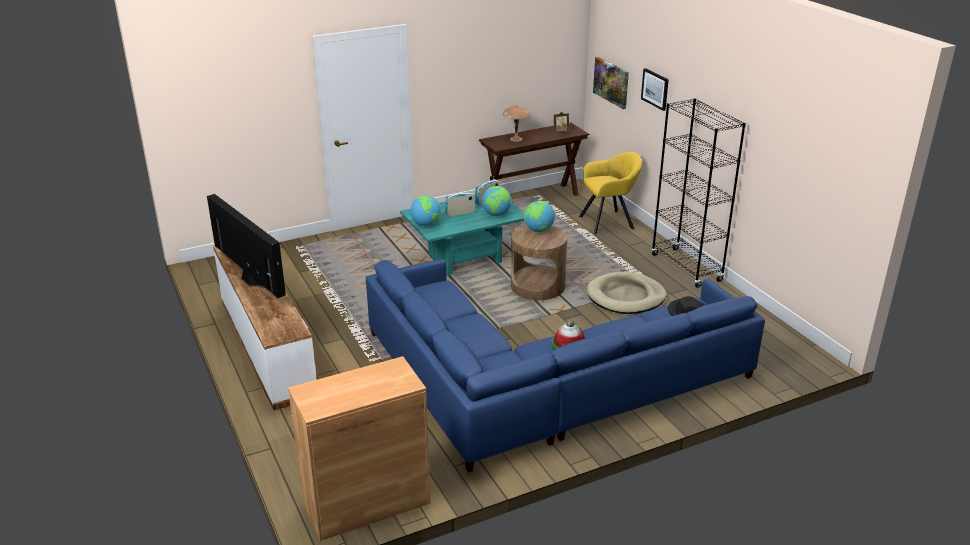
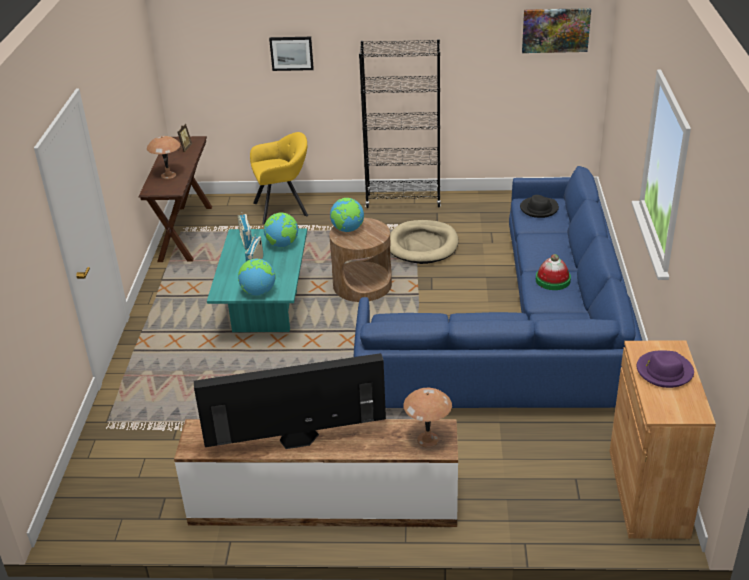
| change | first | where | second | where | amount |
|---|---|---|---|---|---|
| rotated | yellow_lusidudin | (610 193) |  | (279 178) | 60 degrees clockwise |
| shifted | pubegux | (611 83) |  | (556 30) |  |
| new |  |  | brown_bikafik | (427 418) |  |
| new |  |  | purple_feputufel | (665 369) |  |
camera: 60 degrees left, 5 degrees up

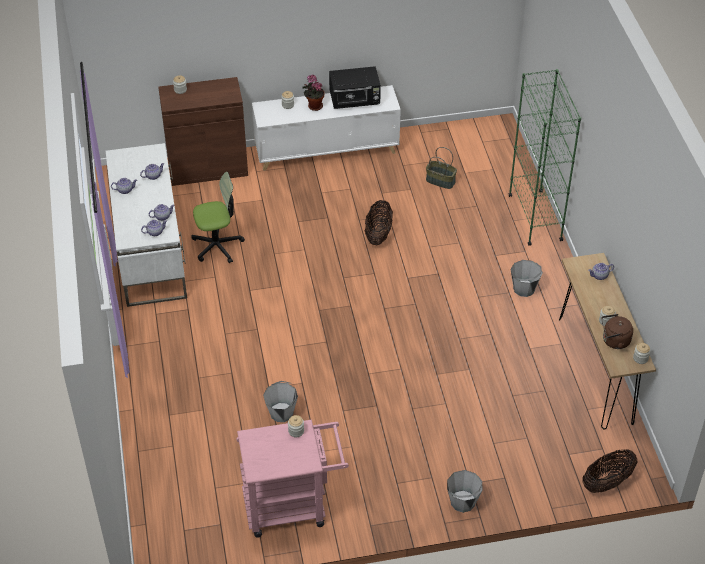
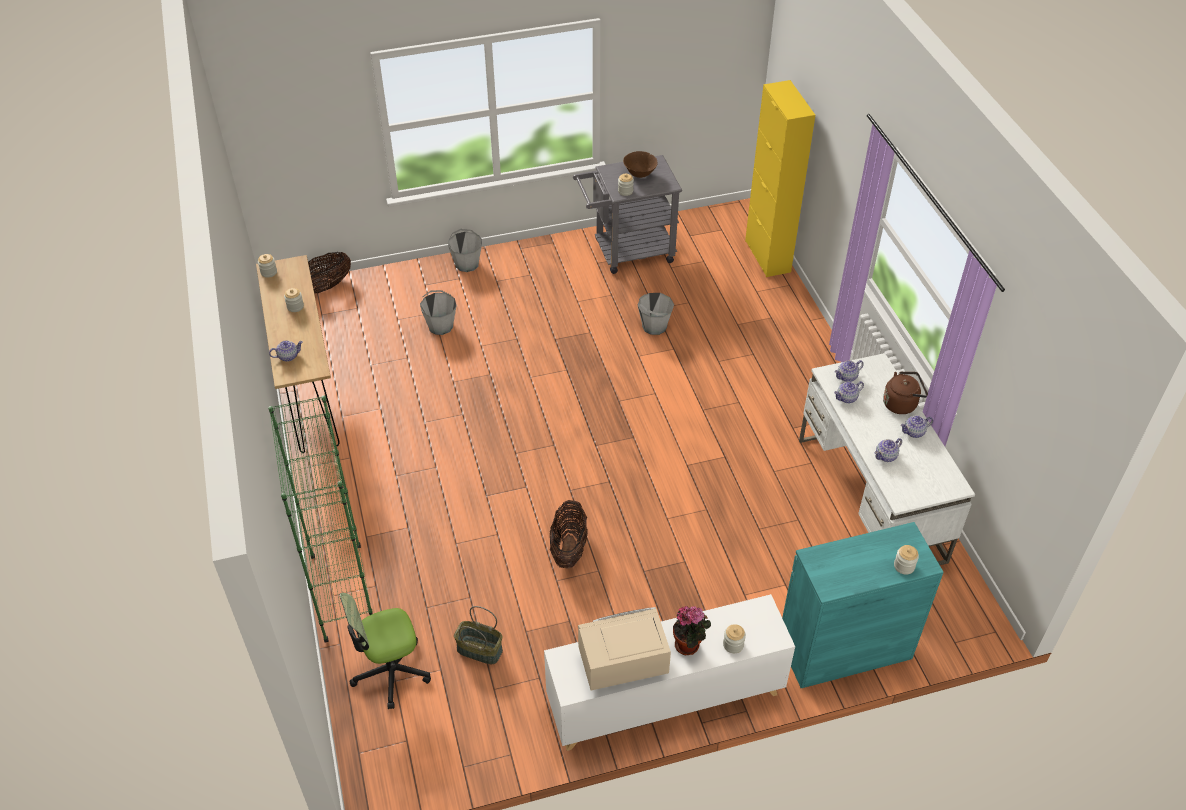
| change | first | where | second | where | amount |
|---|---|---|---|---|---|
| repainted | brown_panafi | (203 131) | turquoise_panafi | (863 605) |  |
| shifted | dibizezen | (218 217) |  | (385 651) |  |
| repainted | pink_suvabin | (292 479) | grey_suvabin | (627 214) |  |
| repainted | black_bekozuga | (355 87) | beige_bekozuga | (624 649) |  |
| shifted | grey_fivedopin | (526 278) |  | (438 312) |  |
| shifted | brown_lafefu | (617 331) |  | (905 392) |  |
| new |  |  | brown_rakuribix | (640 164) |  |
| new |  |  | yellow_panafi | (780 178) |  |
camera: 175 degrees right, 0 degrees up

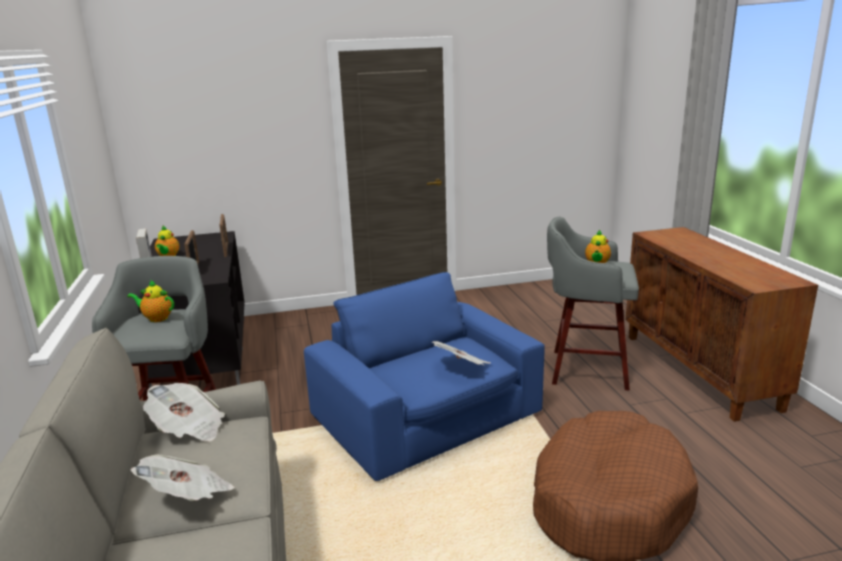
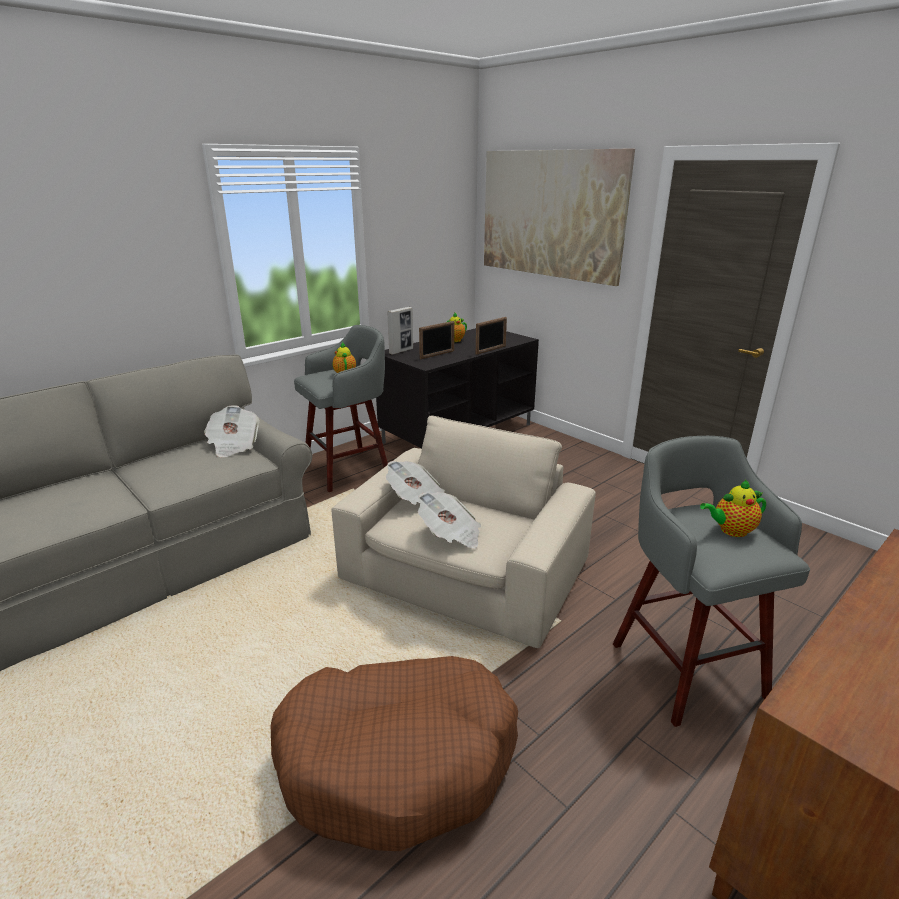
| change | first | where | second | where | amount |
|---|---|---|---|---|---|
| shifted | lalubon | (182 477) |  | (415 483) |  |
| repainted | blue_lusidudin | (424 376) | beige_lusidudin | (463 532) |  |
| new |  |  | pubegux | (559 217) |  |
camera: 60 degrees right, 5 degrees up

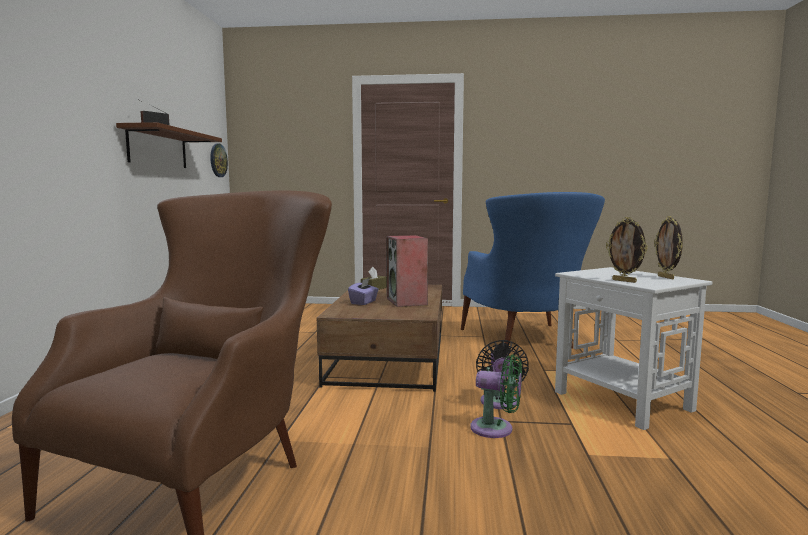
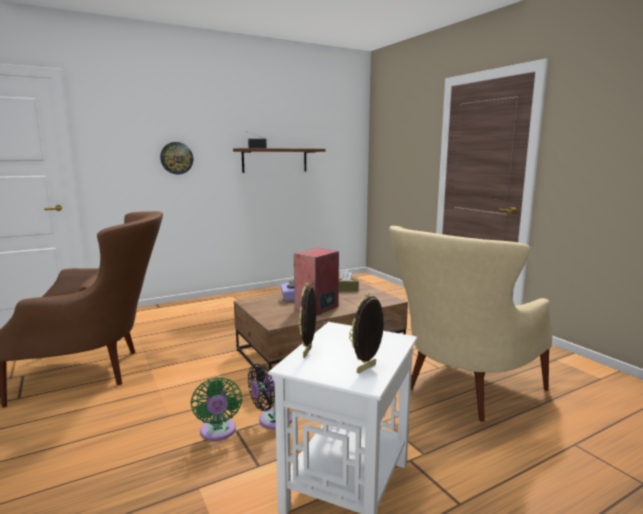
| change | first | where | second | where | amount |
|---|---|---|---|---|---|
| shifted | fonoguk | (219 160) |  | (176 158) |  |
| repainted | blue_lusidudin | (533 270) | beige_lusidudin | (471 324) |  |
camera: 55 degrees right, 5 degrees up

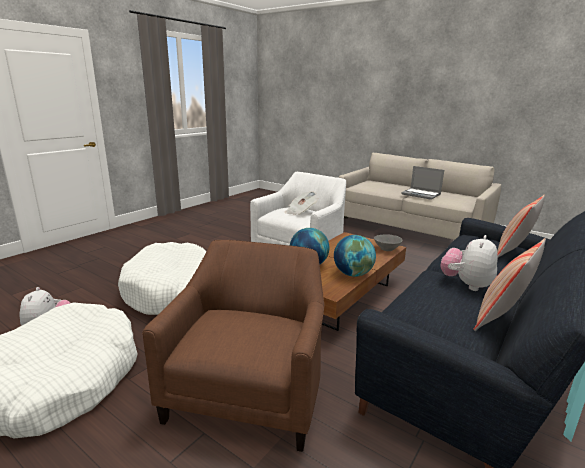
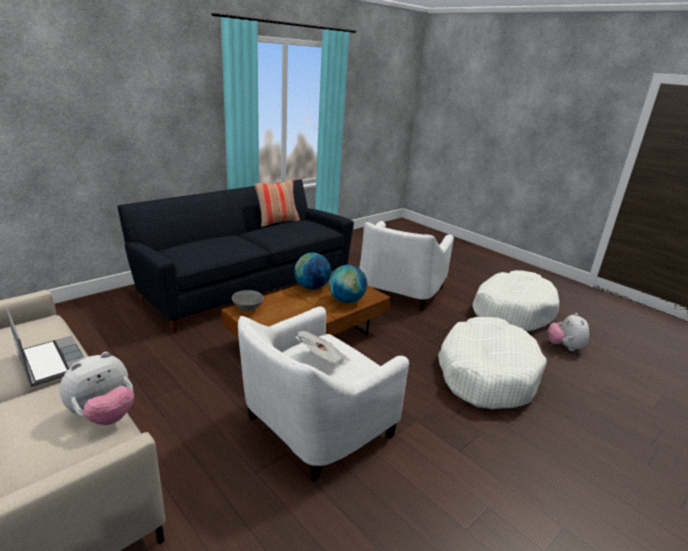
| change | first | where | second | where | amount |
|---|---|---|---|---|---|
| repainted | brown_lusidudin | (233 346) | white_lusidudin | (406 266) |  |
| shifted | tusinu | (469 263) |  | (97 388) |  |
| gone | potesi | (521 226) |  |  |  |
camera: 170 degrees left, 5 degrees up

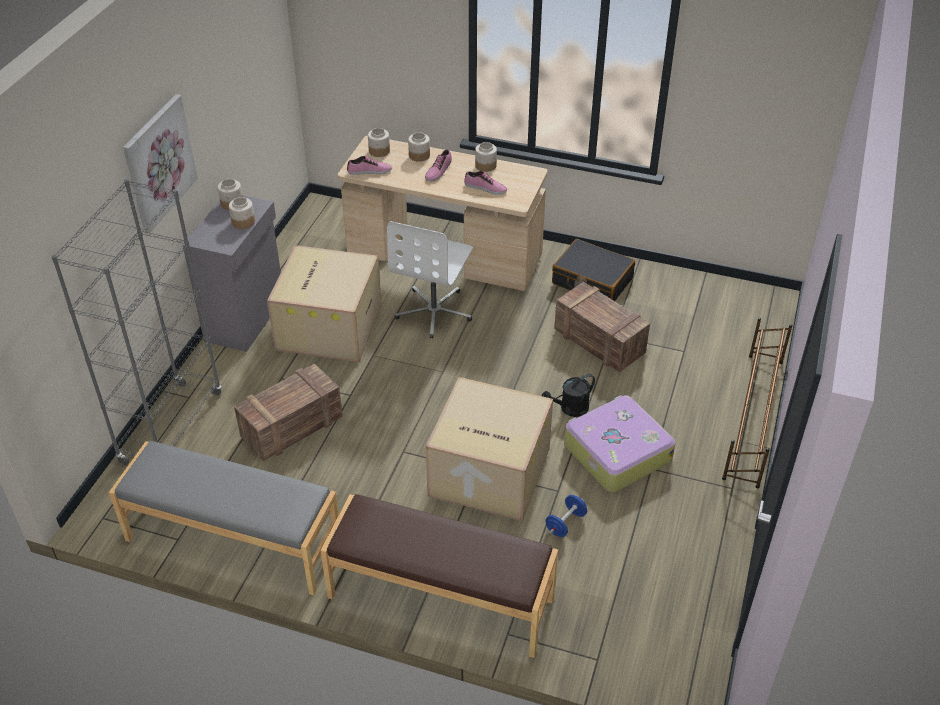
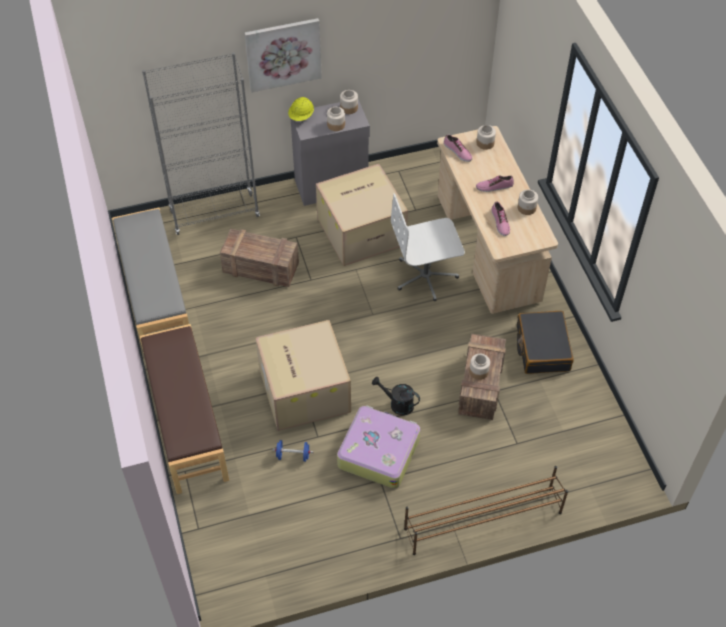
| change | first | where | second | where | amount |
|---|---|---|---|---|---|
| shifted | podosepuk | (419 147) |  | (479 367) |  |
| new |  |  | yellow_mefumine | (301 109) |  |
camera: 55 degrees right, 10 degrees up

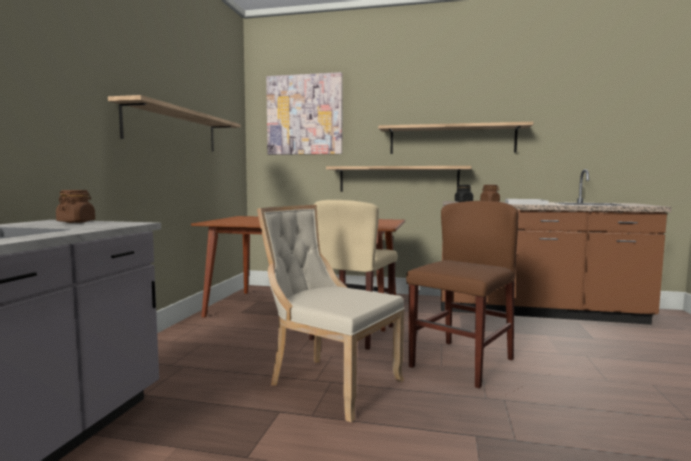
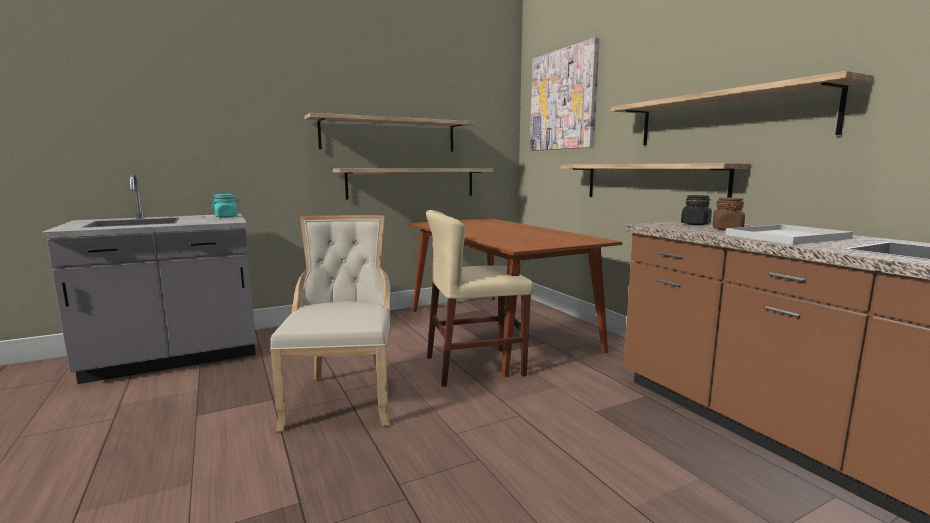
| change | first | where | second | where | amount |
|---|---|---|---|---|---|
| repainted | brown_podosepuk | (75 206) | turquoise_podosepuk | (225 206) |  |
| gone | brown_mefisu | (462 295) |  |  |  |
| new |  |  | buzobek | (413 184) |  |
camera: 50 degrees right, 5 degrees up

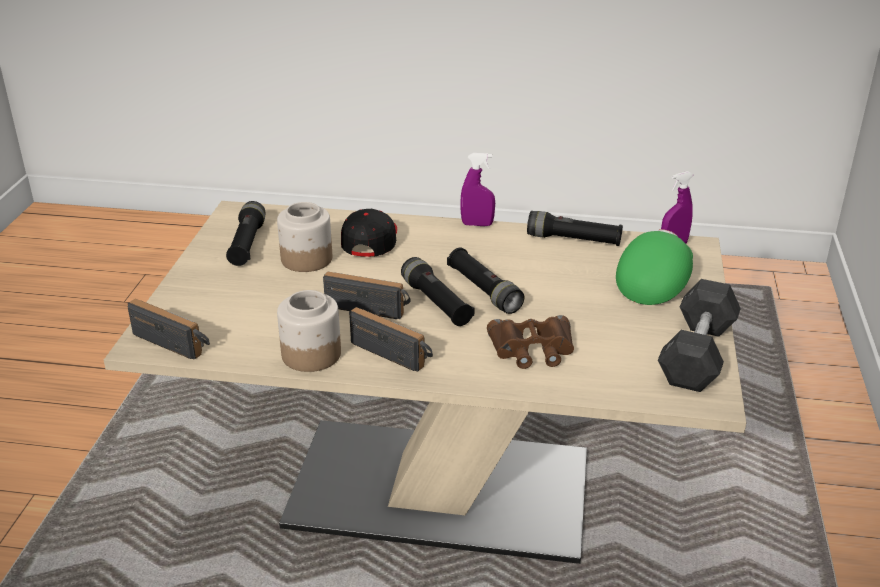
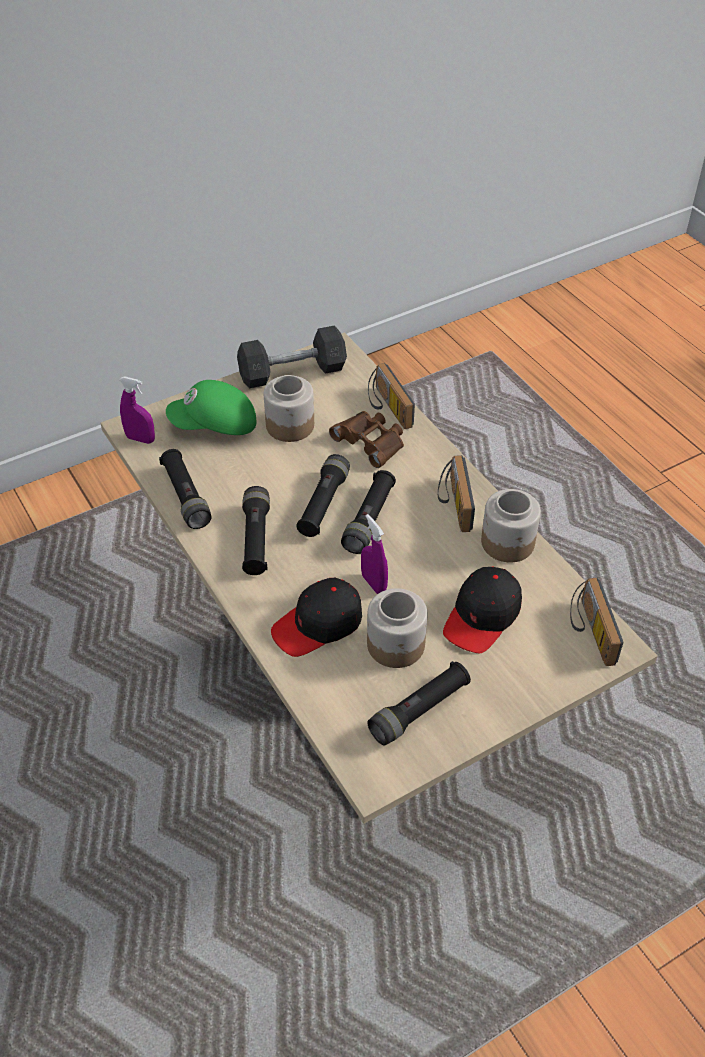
| change | first | where | second | where | amount |
|---|---|---|---|---|---|
| shifted | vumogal | (367 295) |  | (391 396) |  |
| shifted | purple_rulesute | (477 189) |  | (374 554) |  |
| new |  |  | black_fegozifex | (256 530) |  |
| new |  |  | podosepuk | (289 408) |  |
| new |  |  | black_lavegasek | (482 609) |  |
camera: 130 degrees left, 15 degrees up

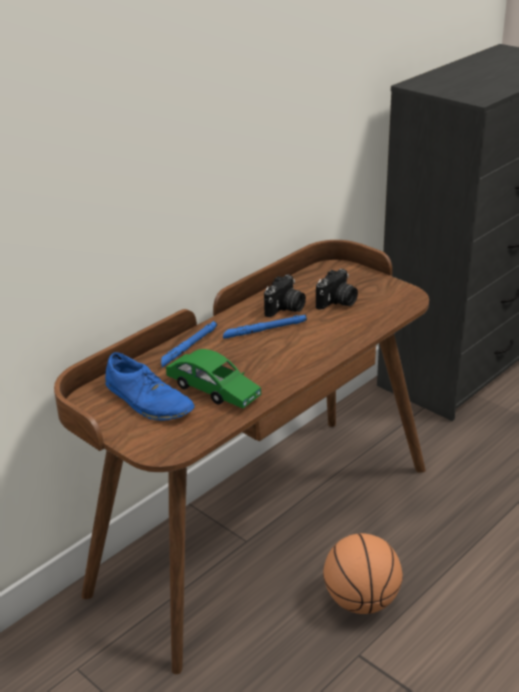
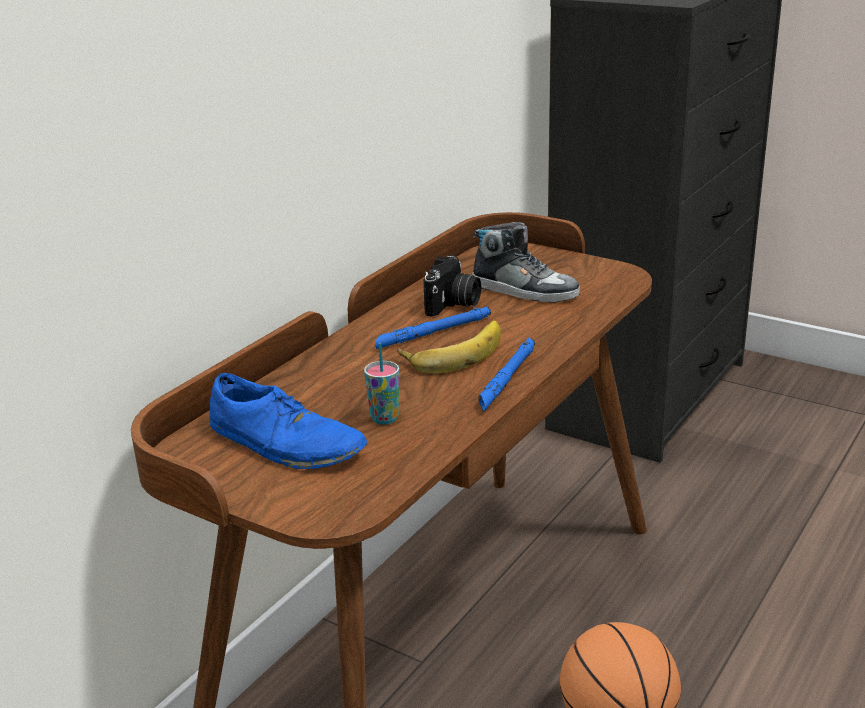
| change | first | where | second | where | amount |
|---|---|---|---|---|---|
| shifted | blue_fegozifex | (189 344) |  | (506 375) |  |
| swapped | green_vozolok | (213 379) | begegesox | (381 384) |  |
| swapped | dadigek | (337 289) | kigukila | (526 262) |  |
| new |  |  | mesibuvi | (449 347) |  |
camera: 10 degrees left, 5 degrees down

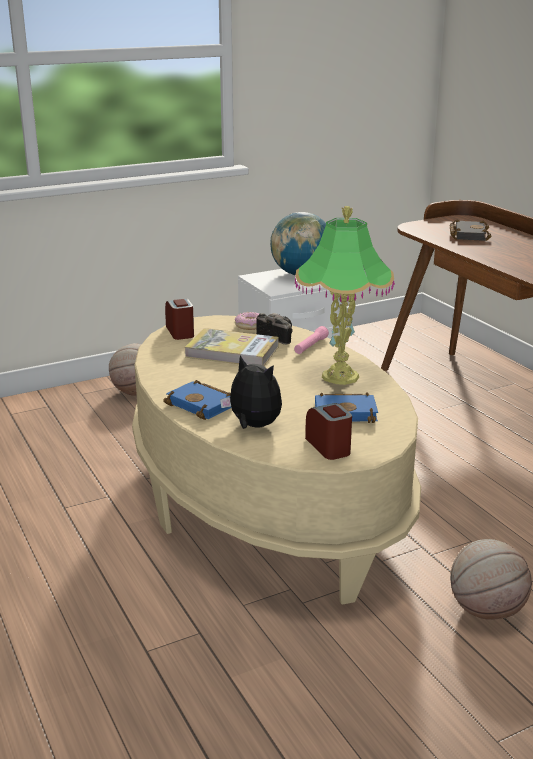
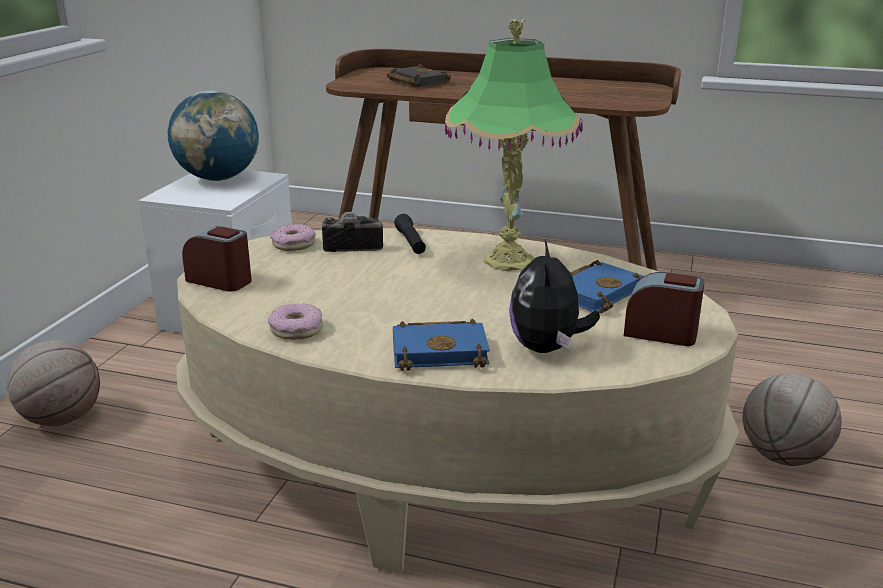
| change | first | where | second | where | amount |
|---|---|---|---|---|---|
| gone | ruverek | (232 347) |  |  |  |
| rotated | tusinu | (251 392) |  | (554 297) | 75 degrees counterclockwise |
| repainted | pink_fegozifex | (311 340) | black_fegozifex | (410 234) |  |
| new |  |  | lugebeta | (295 322) |  |
camera: 45 degrees left, 0 degrees up

